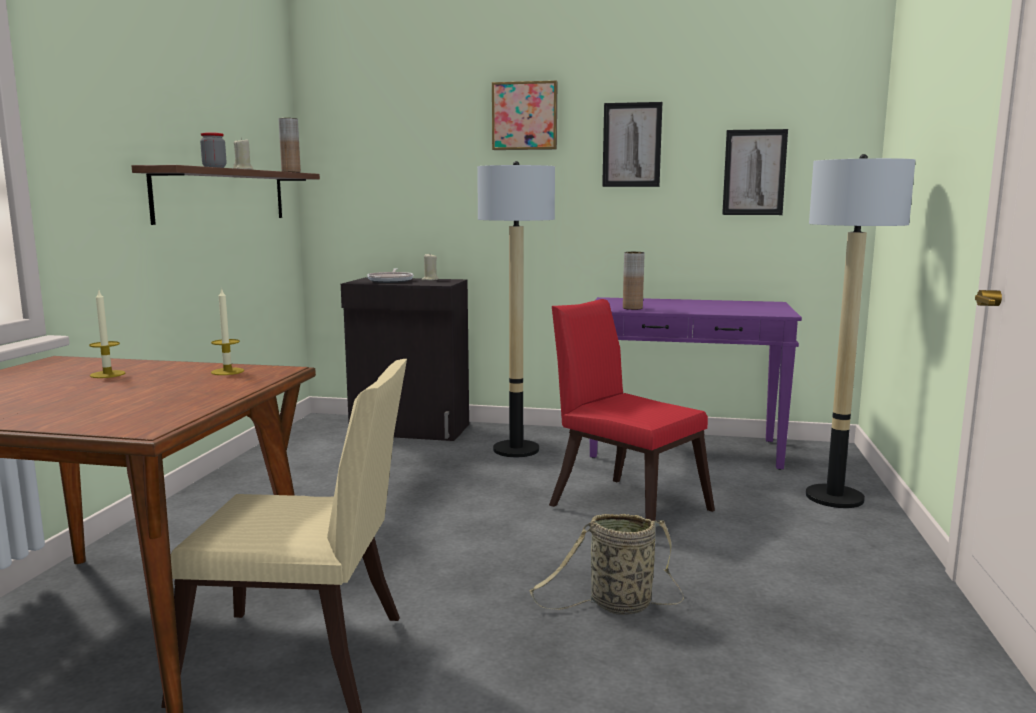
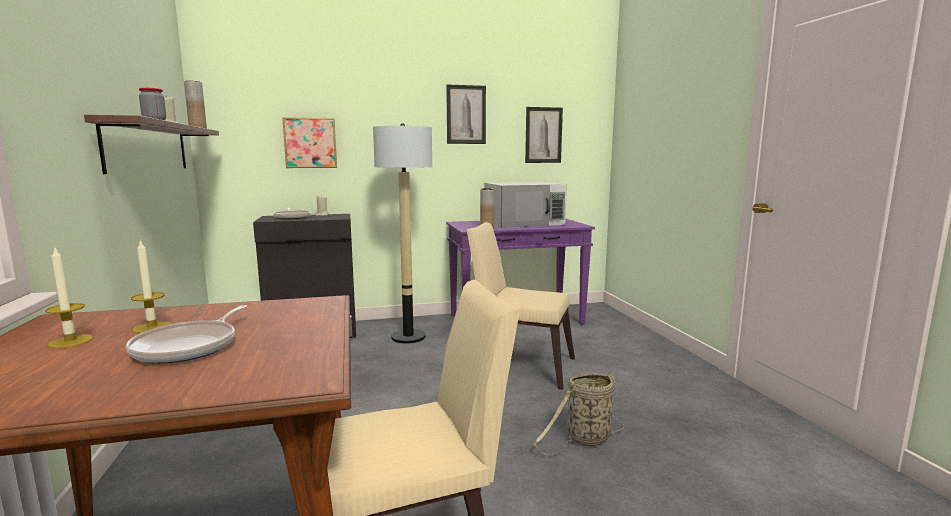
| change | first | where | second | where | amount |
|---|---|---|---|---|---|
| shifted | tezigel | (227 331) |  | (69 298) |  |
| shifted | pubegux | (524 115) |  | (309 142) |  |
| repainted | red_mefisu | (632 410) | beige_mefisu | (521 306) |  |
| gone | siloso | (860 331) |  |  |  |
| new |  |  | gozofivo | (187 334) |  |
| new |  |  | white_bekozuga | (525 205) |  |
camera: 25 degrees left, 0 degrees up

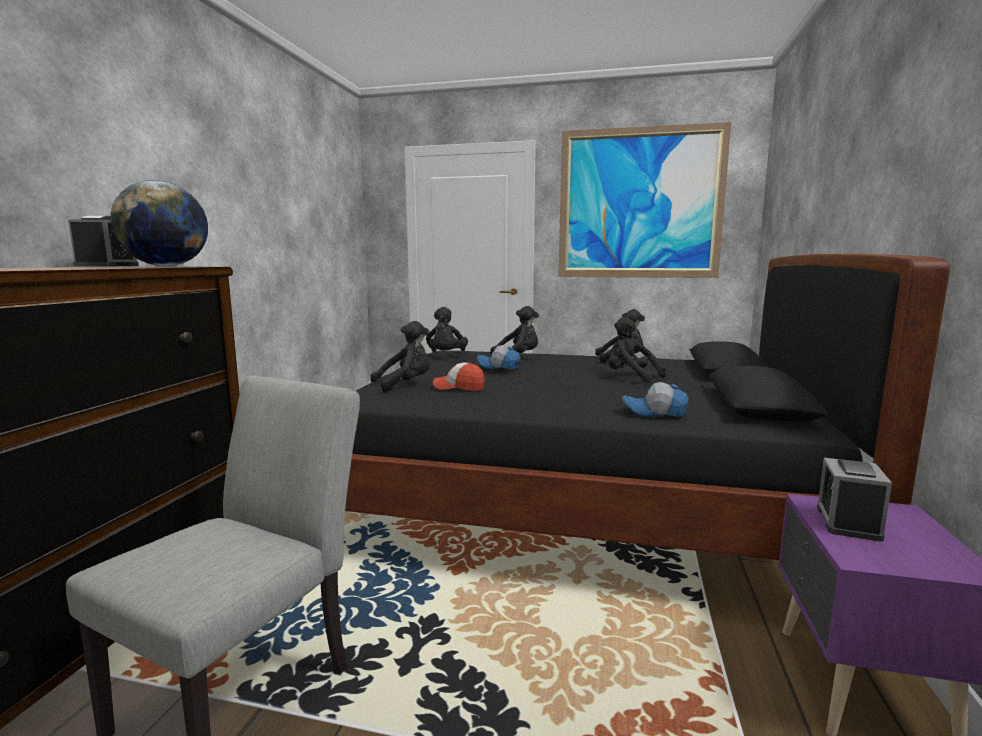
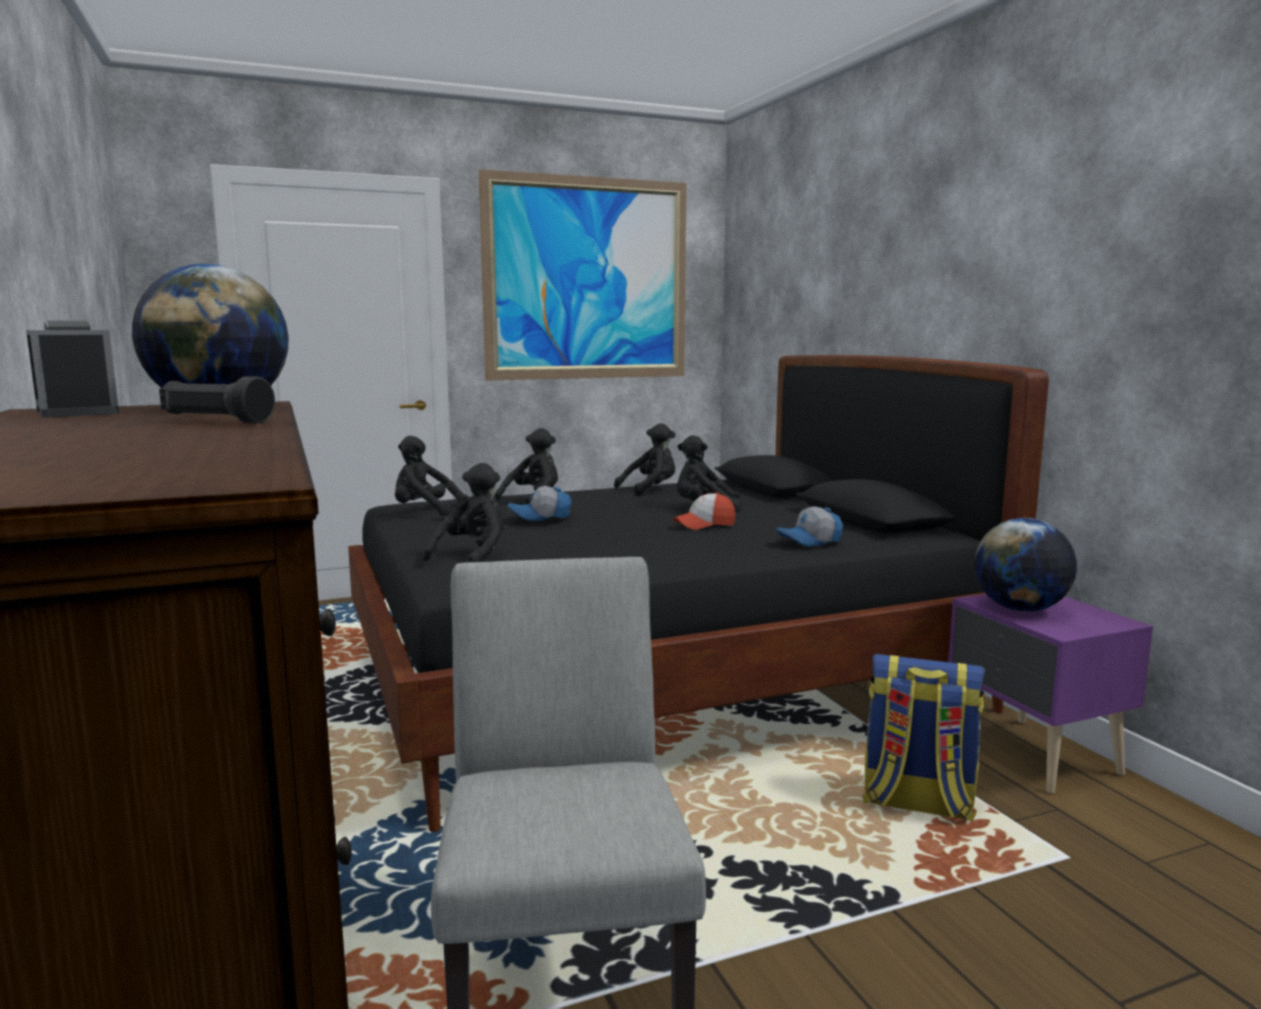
| change | first | where | second | where | amount |
|---|---|---|---|---|---|
| rotated | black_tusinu | (447 329) |  | (431 476) | 135 degrees clockwise |
| shifted | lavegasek | (459 376) |  | (704 511) |  |
| swapped | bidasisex | (854 500) | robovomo | (1025 565) |  |
| new |  |  | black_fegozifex | (217 399) |  |
| new |  |  | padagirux | (924 738) |  |
camera: 35 degrees left, 0 degrees up

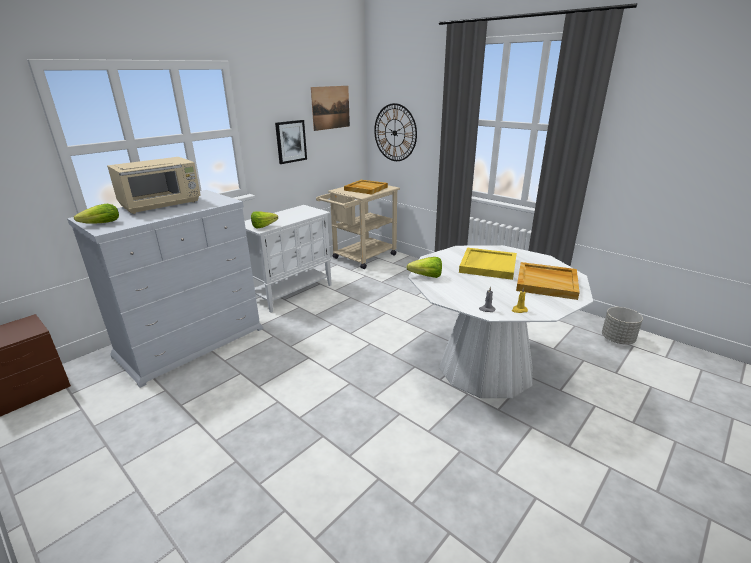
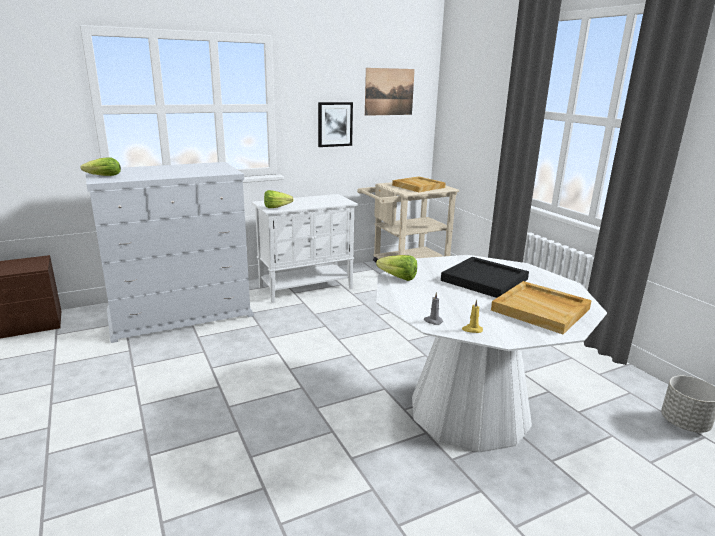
| change | first | where | second | where | amount |
|---|---|---|---|---|---|
| gone | beige_bekozuga | (154 185) |  |  |  |
| gone | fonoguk | (395 132) |  |  |  |
| repainted | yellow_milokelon | (488 264) | black_milokelon | (485 277) |  |
camera: 20 degrees right, 5 degrees down

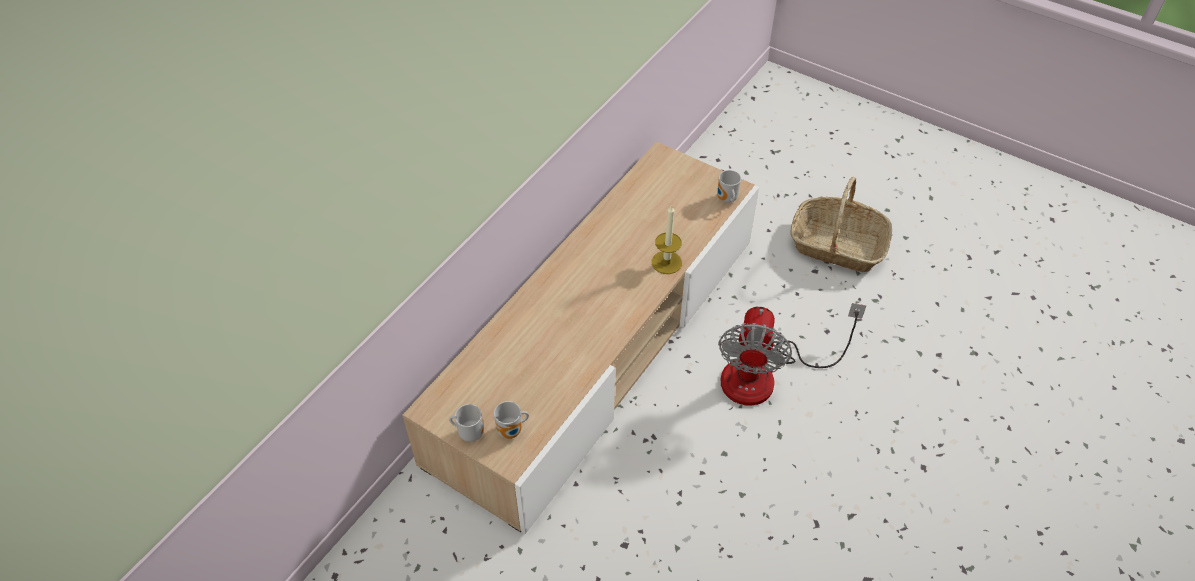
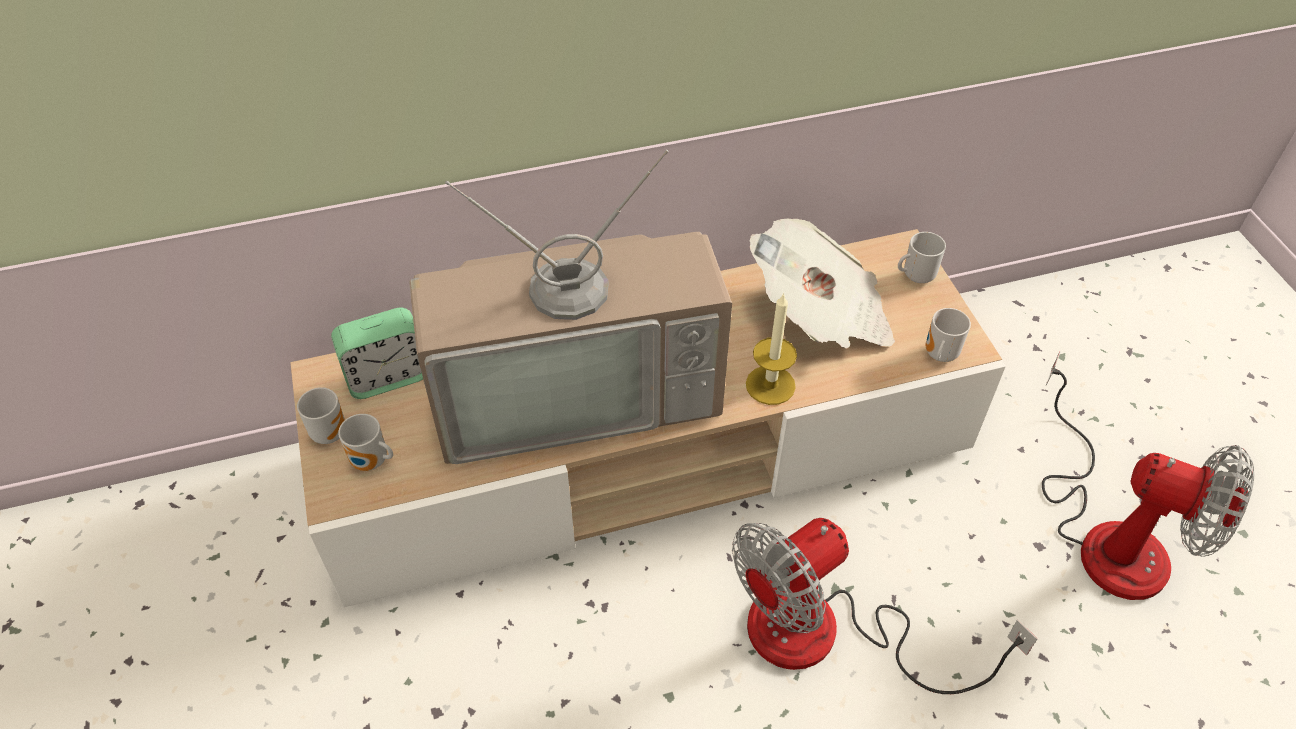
| change | first | where | second | where | amount |
|---|---|---|---|---|---|
| swapped | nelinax | (841 224) | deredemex | (1148 476) |  |
| new |  |  | bidasisex | (377 353) |  |
| new |  |  | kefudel | (570 307) |  |
| new |  |  | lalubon | (822 283) |  |
| new |  |  | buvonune | (922 257) |  |
camera: 40 degrees right, 0 degrees up

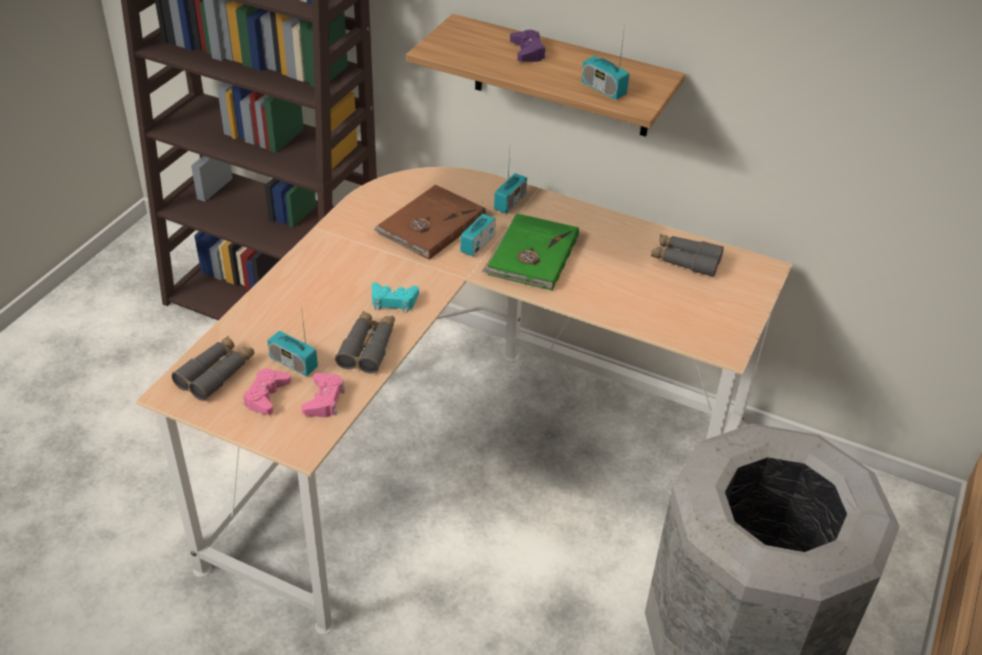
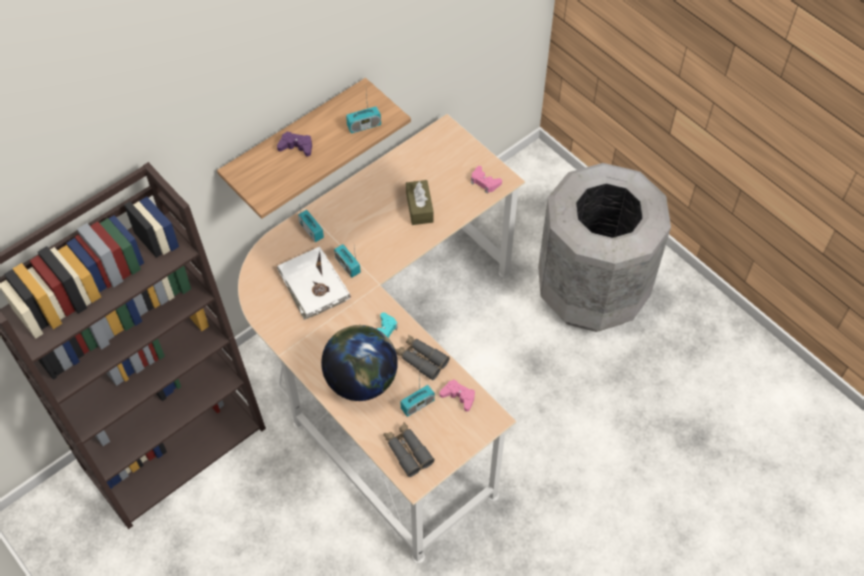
| change | first | where | second | where | amount |
|---|---|---|---|---|---|
| shifted | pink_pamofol | (267 391) |  | (486 179) |  |
| repainted | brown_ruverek | (429 222) | white_ruverek | (314 283) |  |
| gone | green_ruverek | (530 252) |  |  |  |
| gone | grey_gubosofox | (687 255) |  |  |  |
| new |  |  | robovomo | (359 363) |  |
| new |  |  | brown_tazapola | (420 202) |  |
camera: 65 degrees left, 15 degrees up

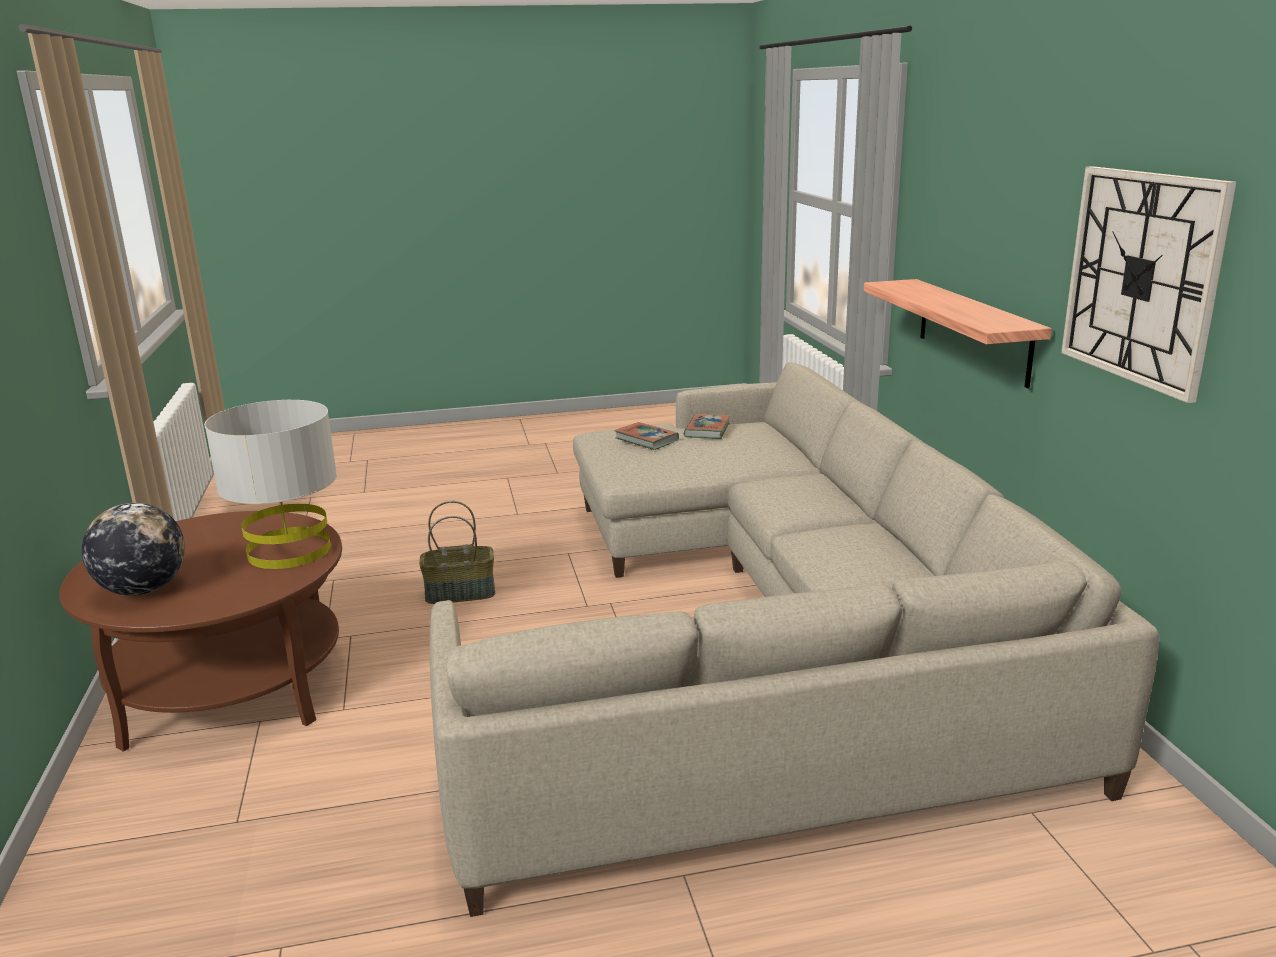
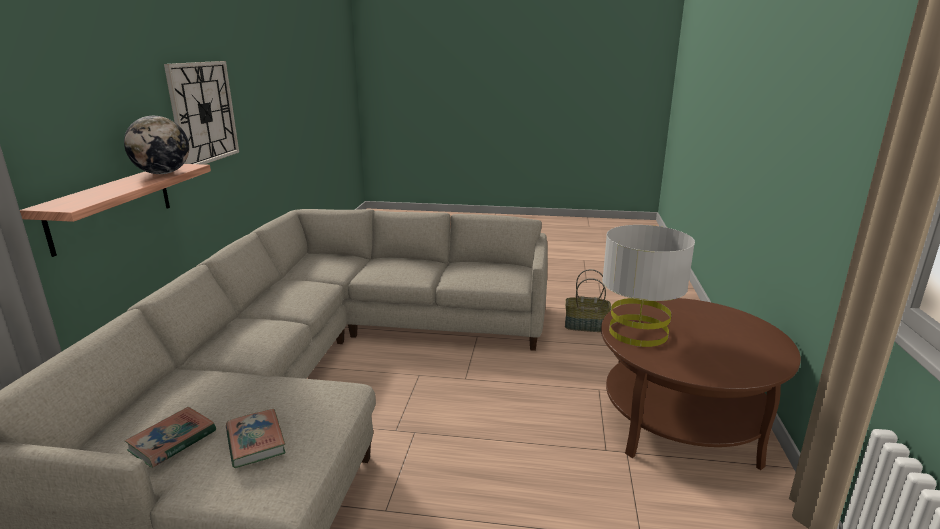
| change | first | where | second | where | amount |
|---|---|---|---|---|---|
| shifted | robovomo | (133 549) |  | (156 145) |  |
| shifted | nelinax | (457 552) |  | (588 300) |  |
camera: 160 degrees left, 0 degrees up

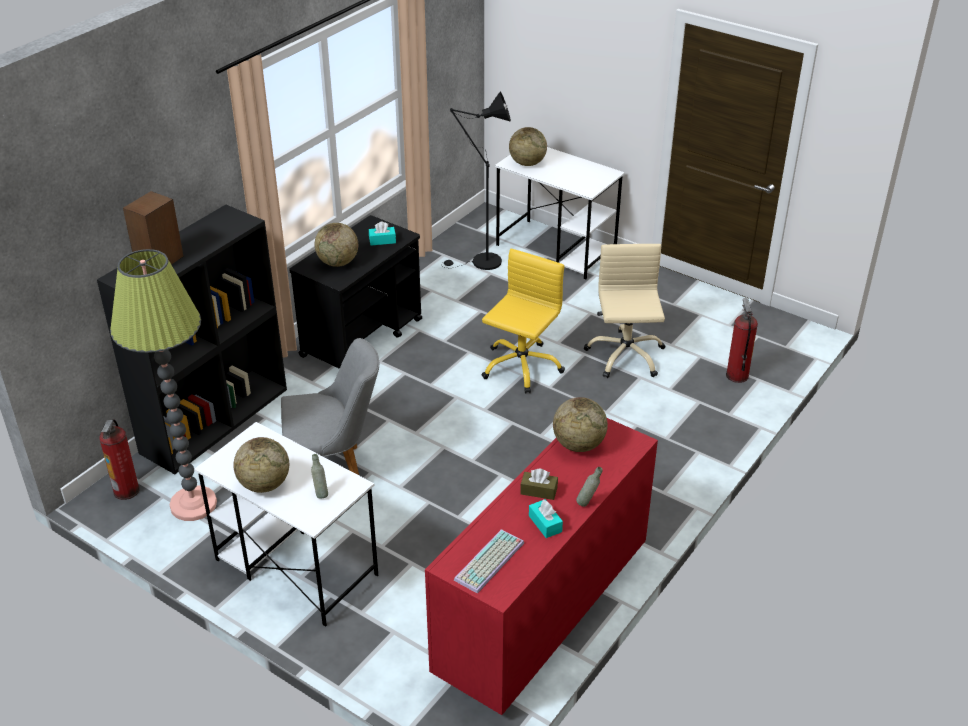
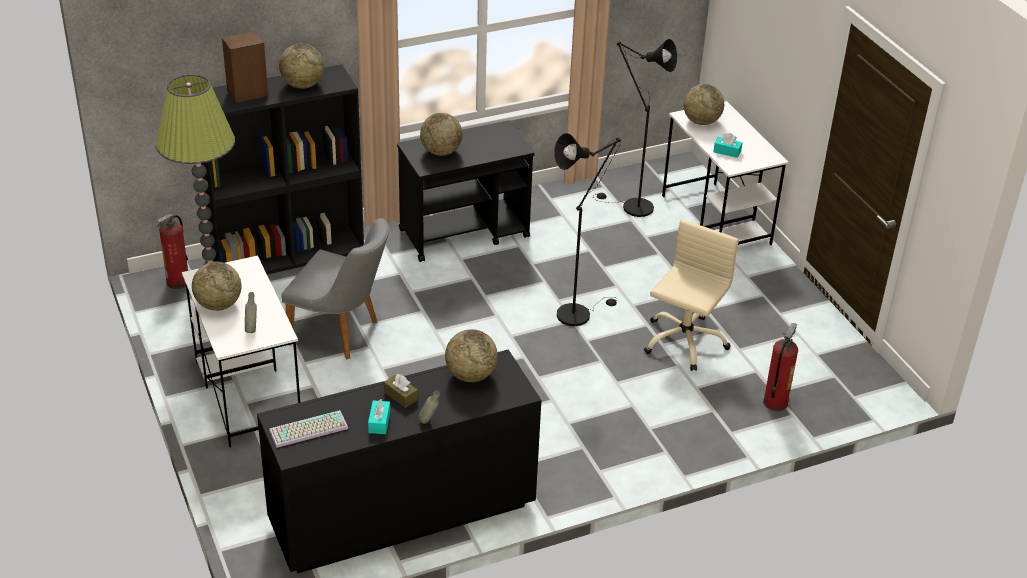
| change | first | where | second | where | amount |
|---|---|---|---|---|---|
| shifted | turquoise_tazapola | (382 233) |  | (727 145) |  |
| repainted | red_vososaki | (541 566) | black_vososaki | (399 461) |  |
| swapped | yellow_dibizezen | (523 321) | black_siloso | (587 229) |  |
| new |  |  | robovomo | (301 66) |  |
camera: 30 degrees right, 0 degrees up

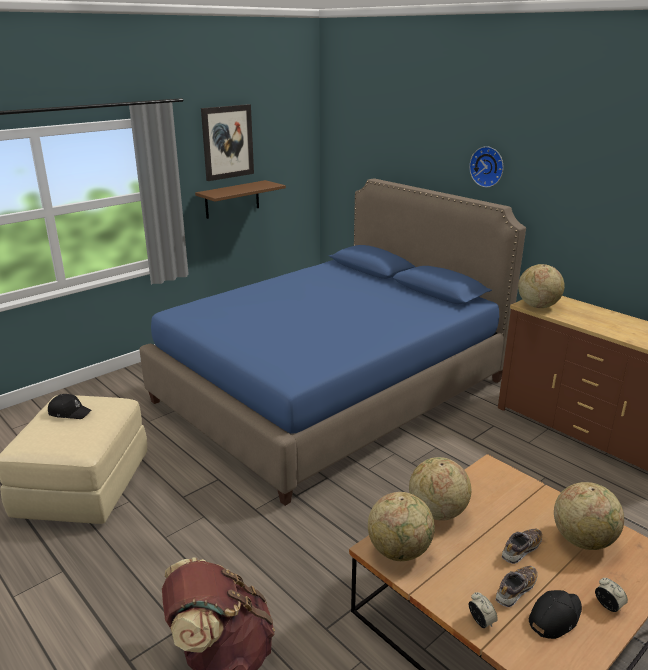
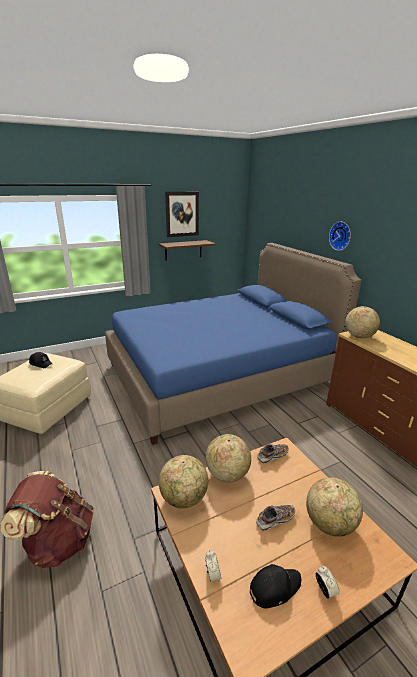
| change | first | where | second | where | amount |
|---|---|---|---|---|---|
| shifted | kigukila | (516 586) |  | (272 453) |  |
camera: 15 degrees right, 0 degrees up

